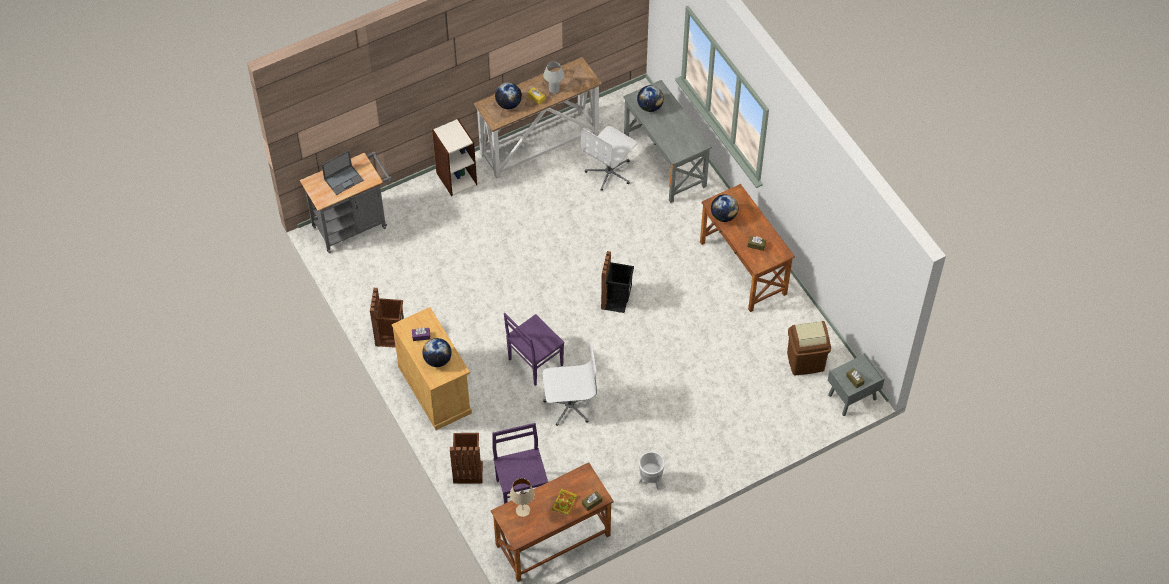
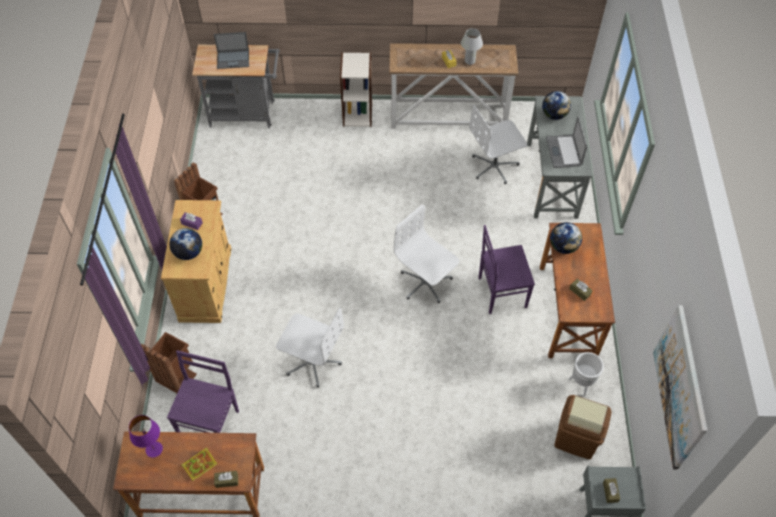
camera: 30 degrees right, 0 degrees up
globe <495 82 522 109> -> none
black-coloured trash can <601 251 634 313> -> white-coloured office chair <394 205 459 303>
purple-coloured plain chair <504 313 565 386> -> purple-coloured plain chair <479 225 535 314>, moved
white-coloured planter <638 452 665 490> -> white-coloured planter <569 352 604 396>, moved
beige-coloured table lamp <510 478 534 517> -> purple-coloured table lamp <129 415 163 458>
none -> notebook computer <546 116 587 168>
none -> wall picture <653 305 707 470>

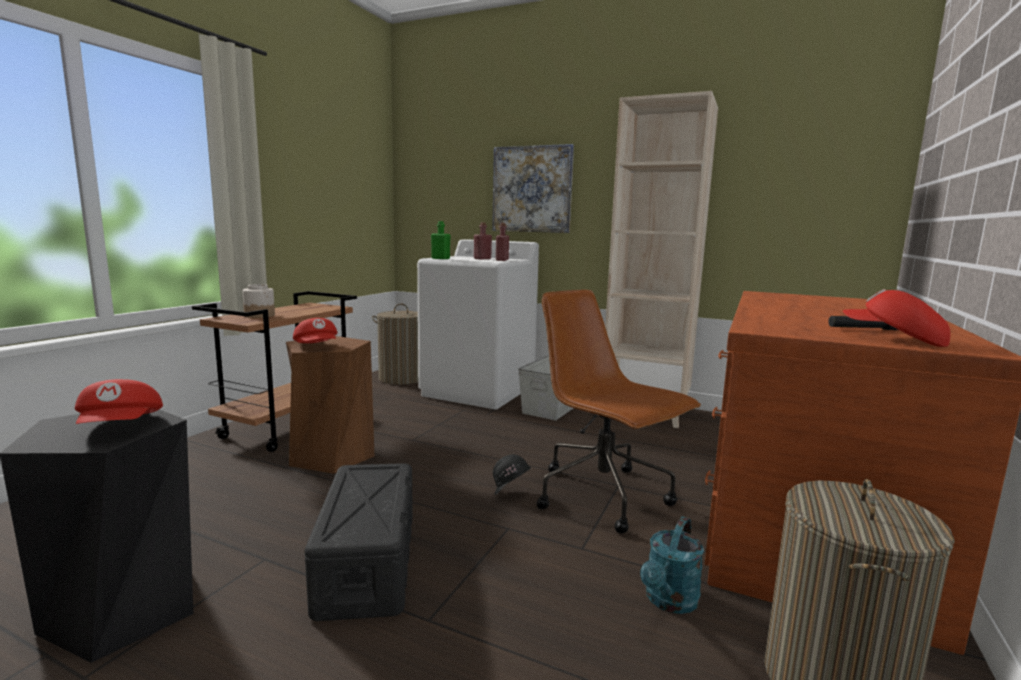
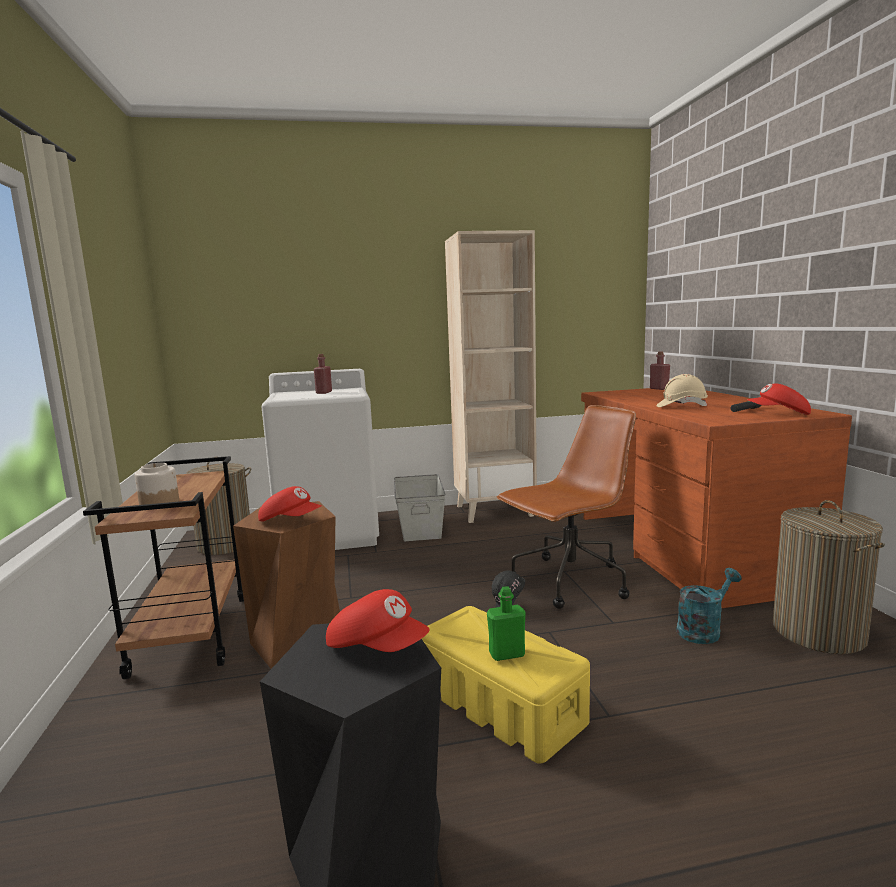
camera: 35 degrees left, 0 degrees up
wall picture <492 144 574 233> -> none
greenish beverage bottle <431 221 451 259> -> greenish beverage bottle <487 586 526 661>, moved
red-coloured beverage bottle <496 223 509 261> -> red-coloured beverage bottle <650 352 670 390>, moved
brown-coloured office chair <537 290 701 533> -> brown-coloured office chair <497 405 636 609>, 135 degrees clockwise
black-coloured storage bin <305 463 413 621> -> yellow storage bin <422 606 590 764>
blue-green watering can <640 516 704 614> -> blue-green watering can <676 568 742 644>, 120 degrees counterclockwise
none -> beige-coloured hard hat <656 374 708 407>

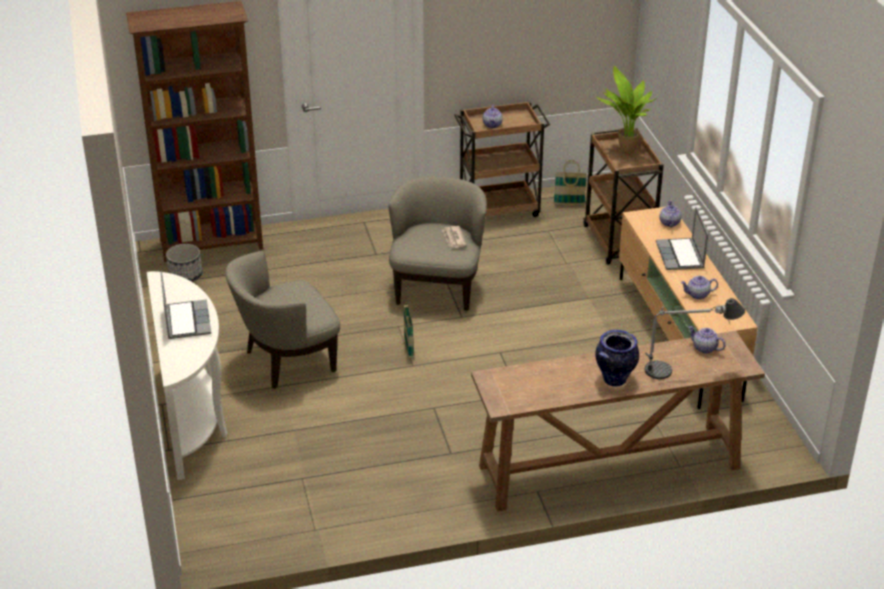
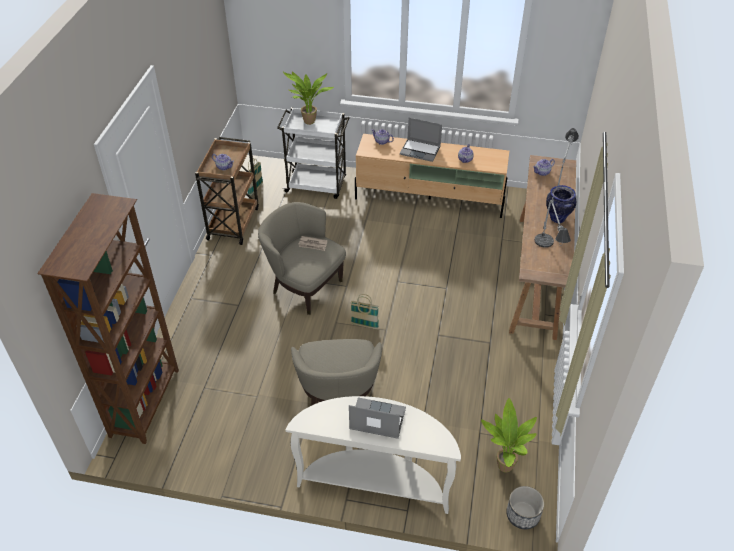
camera: 65 degrees left, 10 degrees up
brown-coloured cart <583 128 664 265> -> white-coloured cart <277 107 349 199>
planter <166 244 202 282> -> planter <506 486 544 529>, moved
none -> table lamp <535 197 571 248>
none -> houseplant <481 398 537 473>

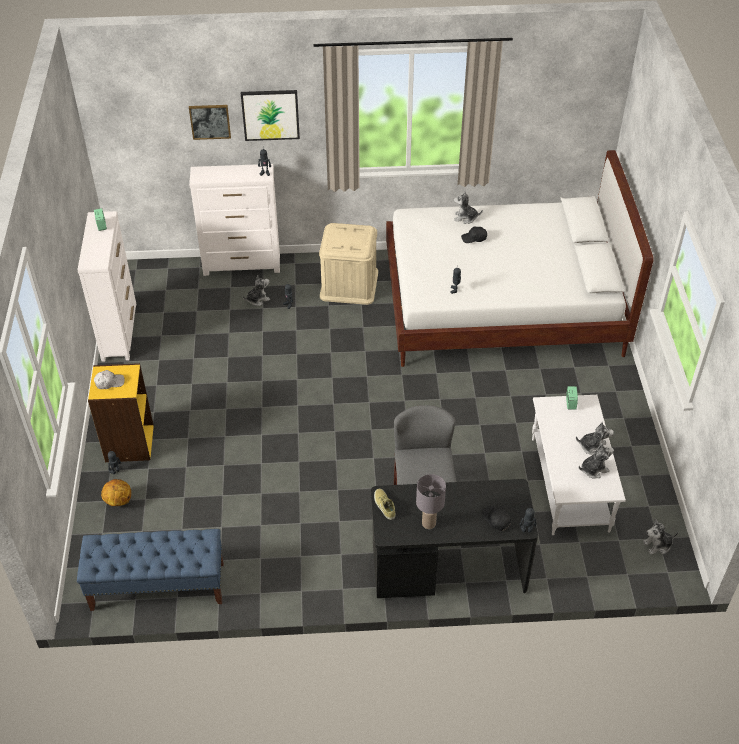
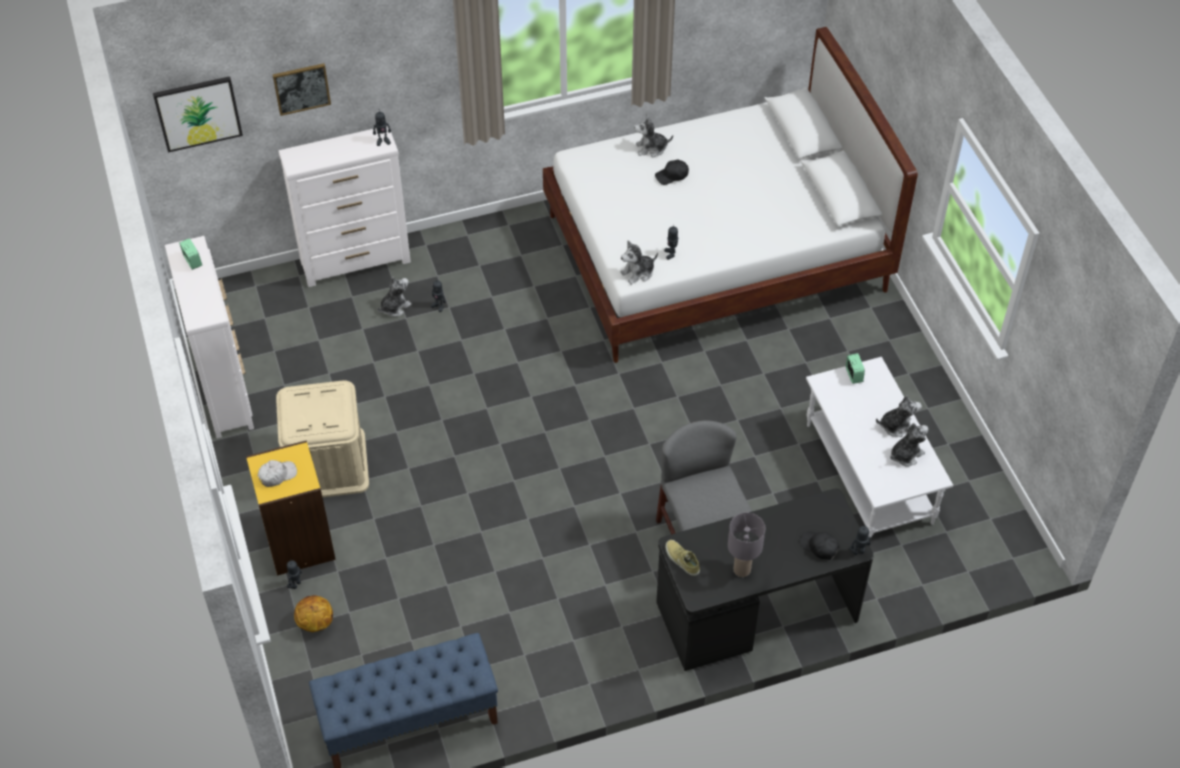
camera: 15 degrees left, 5 degrees up
wall picture <241 90 300 141> -> wall picture <153 76 243 153>, moved
beige-coloured storage bin <319 223 378 305> -> beige-coloured storage bin <276 381 369 497>, moved
plush toy <643 518 678 555> -> plush toy <621 240 658 285>, moved

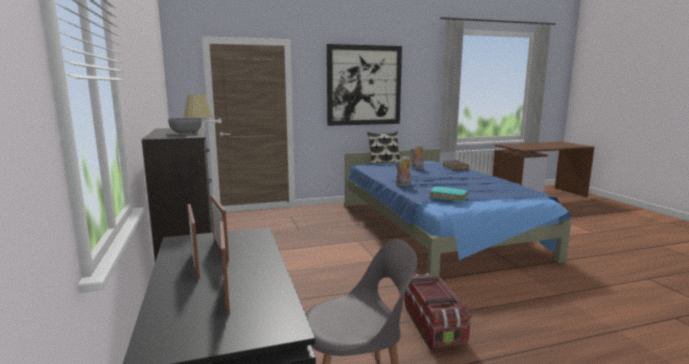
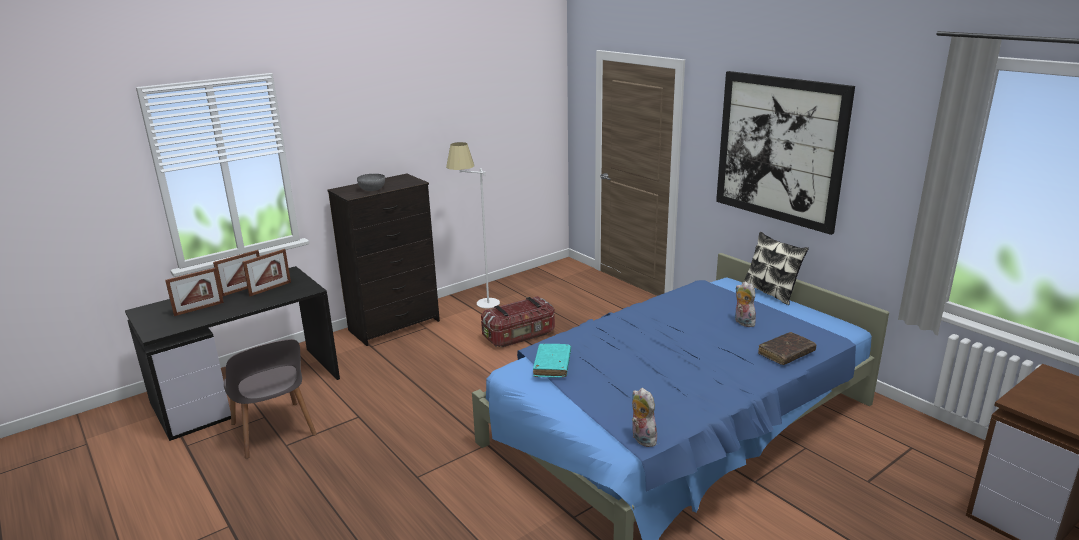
camera: 70 degrees right, 10 degrees up
plush toy <394 156 411 186> -> plush toy <632 388 657 447>, moved
storage bin <404 273 472 351> -> storage bin <481 296 555 347>, moved

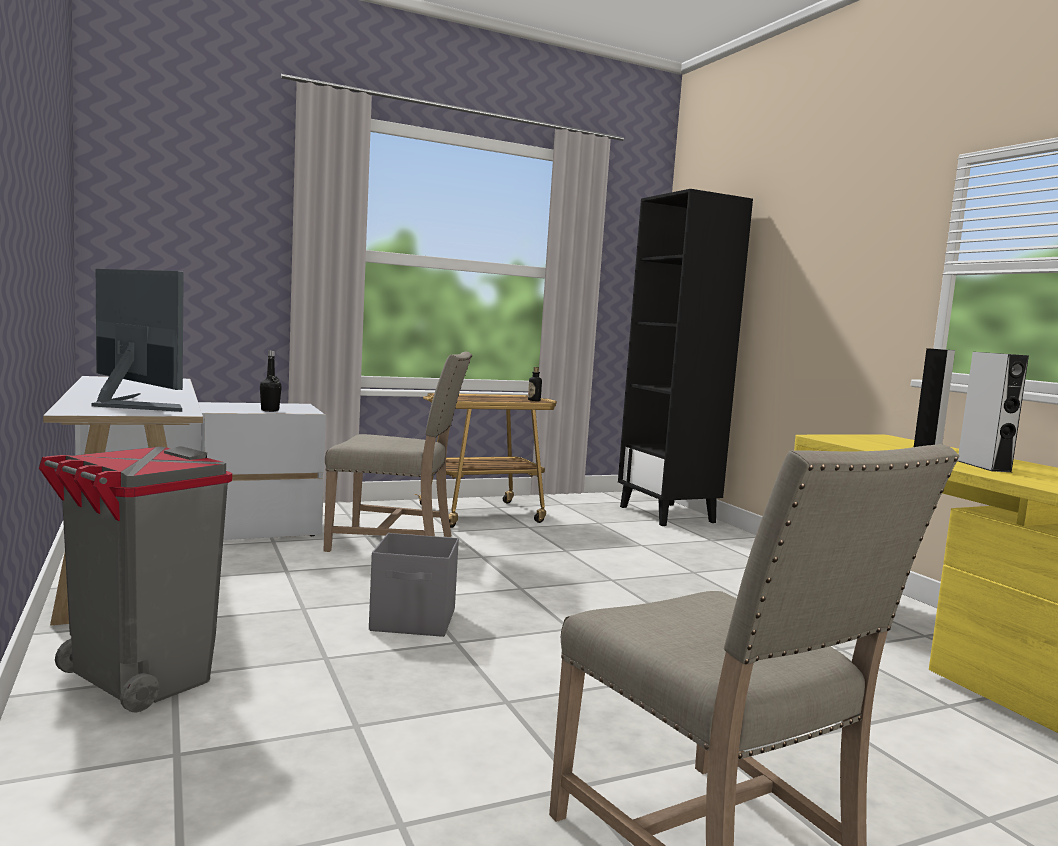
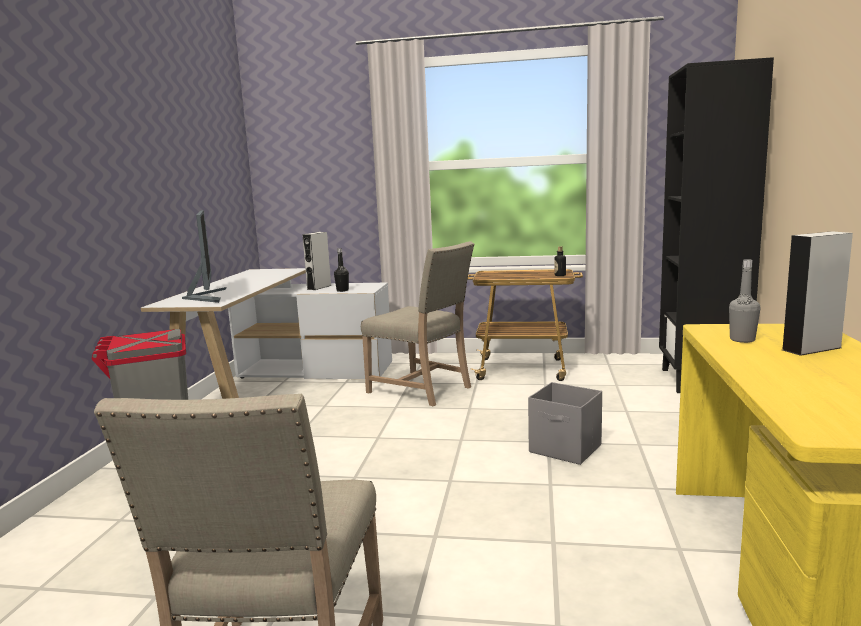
camera: 35 degrees right, 5 degrees up
grey speaker <958 352 1029 472> -> grey speaker <302 232 331 290>, moved
grey storage bin <369 533 459 637> -> grey storage bin <528 382 602 465>, moved
none -> grey beverage bottle <729 259 760 343>

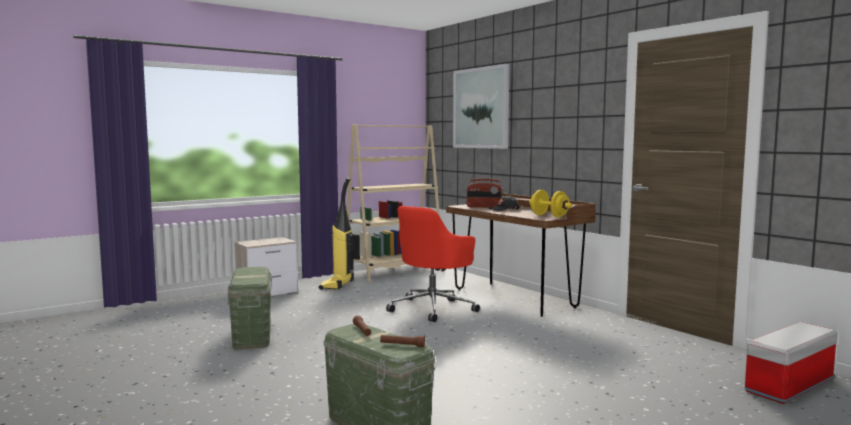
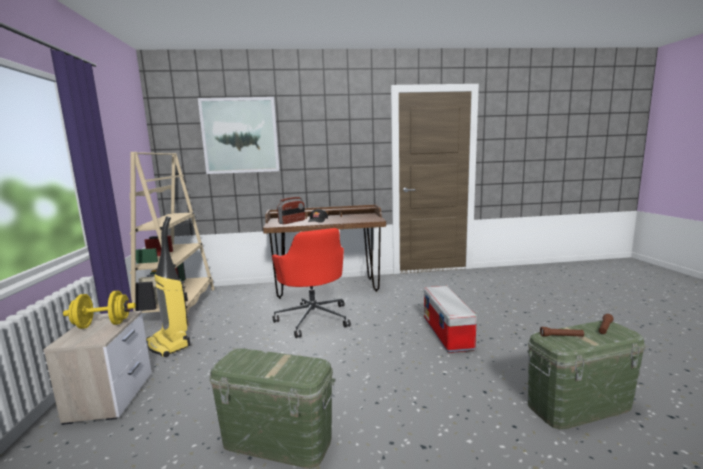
camera: 60 degrees left, 5 degrees up
yellow free weight <529 190 571 217> -> yellow free weight <63 290 136 329>, moved
storage bin <745 322 838 404> -> storage bin <424 286 477 353>, moved

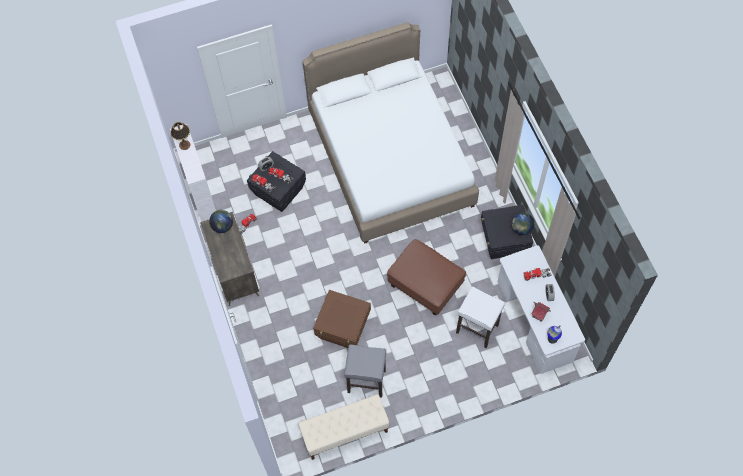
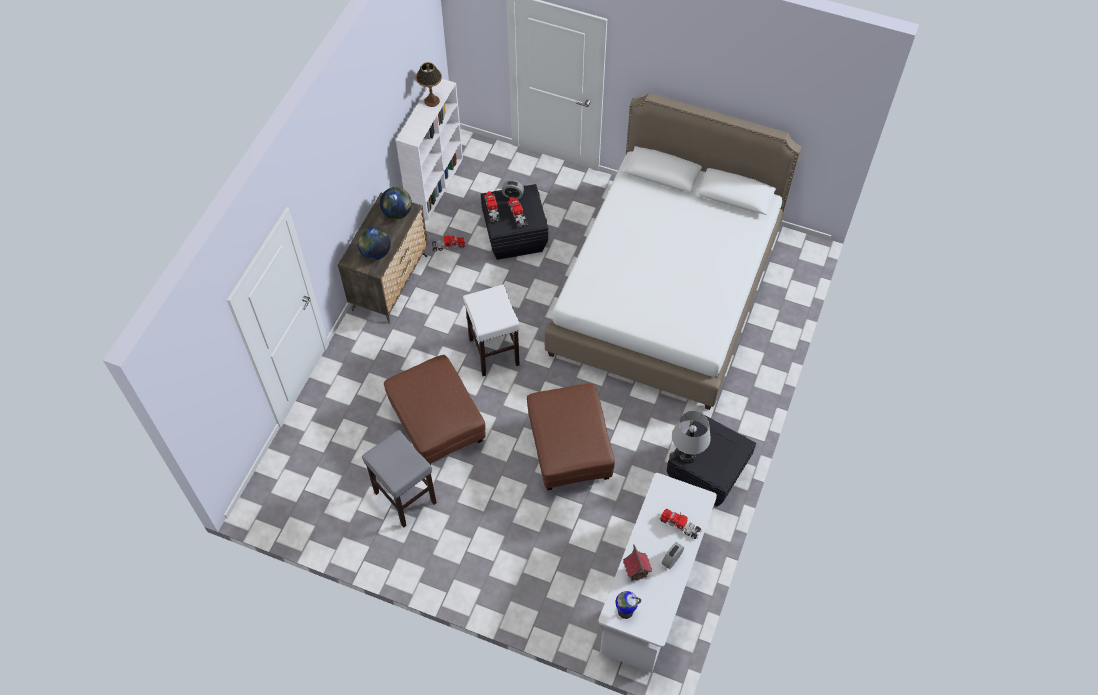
camera: 40 degrees right, 5 degrees down
globe <511 212 534 235> -> globe <358 227 391 260>, moved
white-coloured sitting stool <456 287 505 348> -> white-coloured sitting stool <463 285 520 376>, moved
brown-coloured storage bin <313 290 371 348> -> brown-coloured pouffe <384 355 486 465>
beige-coloured long seat <299 394 389 460> -> none
none -> grey table lamp <672 411 711 464>

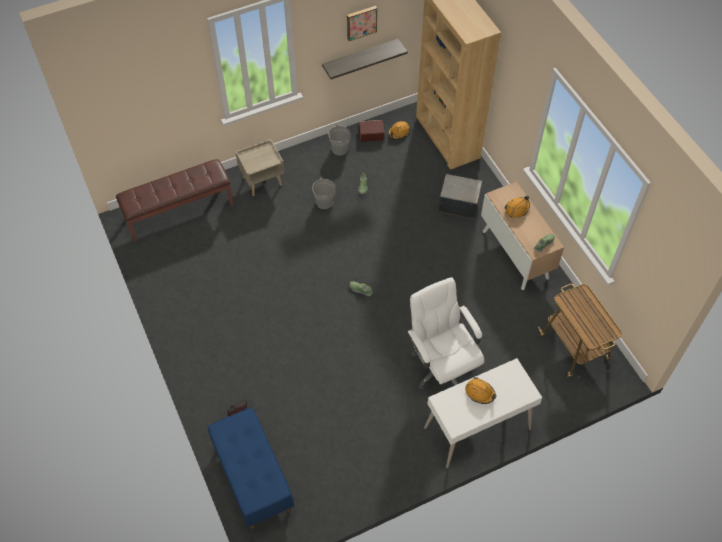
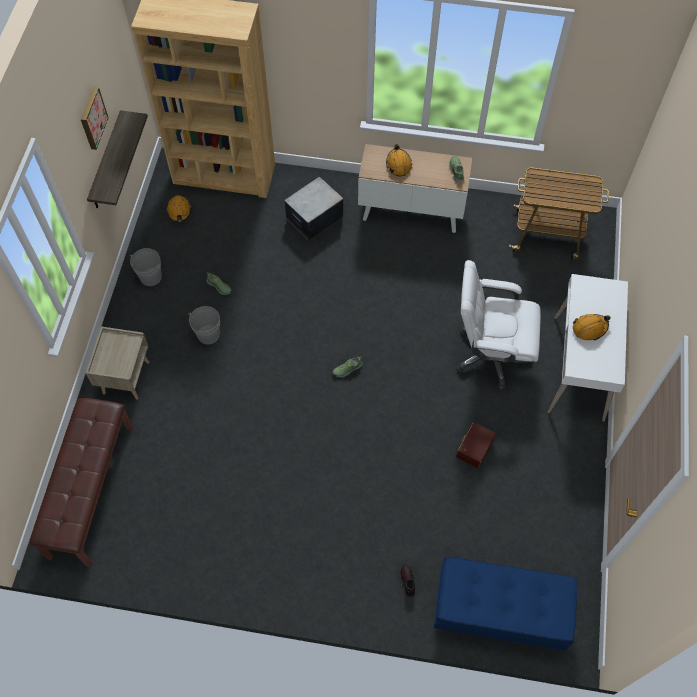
camera: 55 degrees left, 5 degrees up
brown-coloured storage bin <359 120 384 142> -> brown-coloured storage bin <456 422 496 469>, moved

